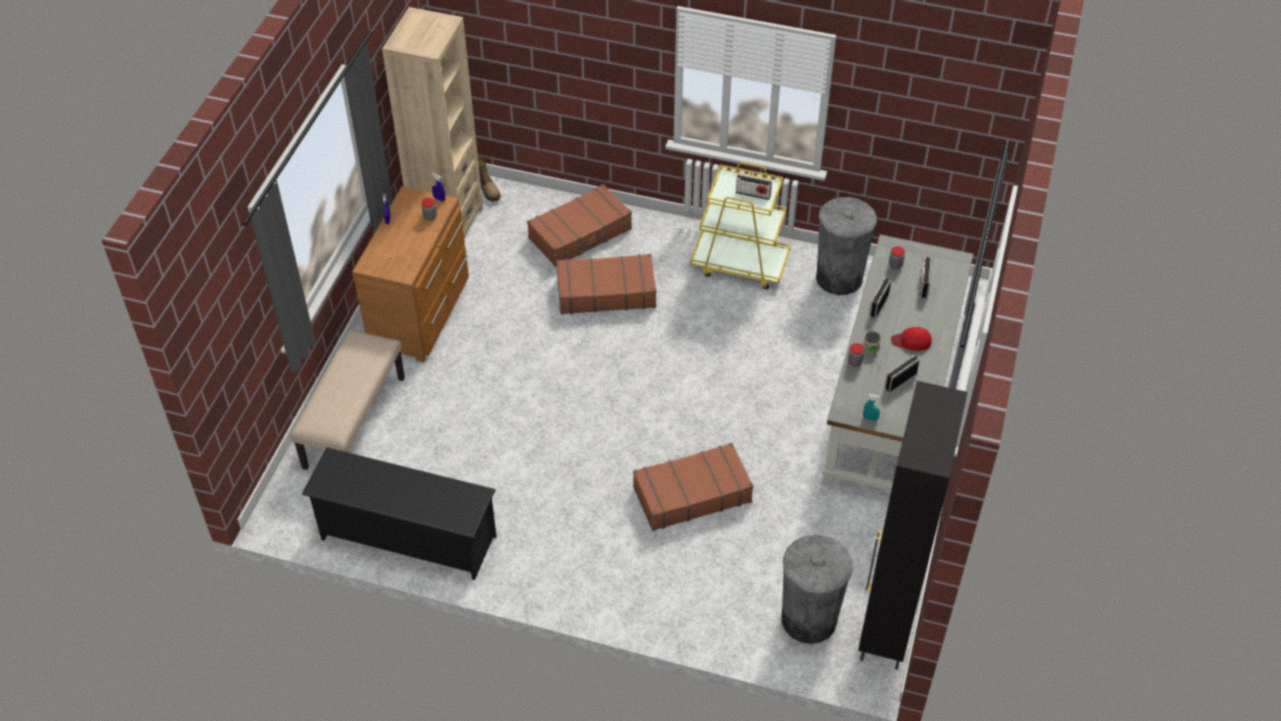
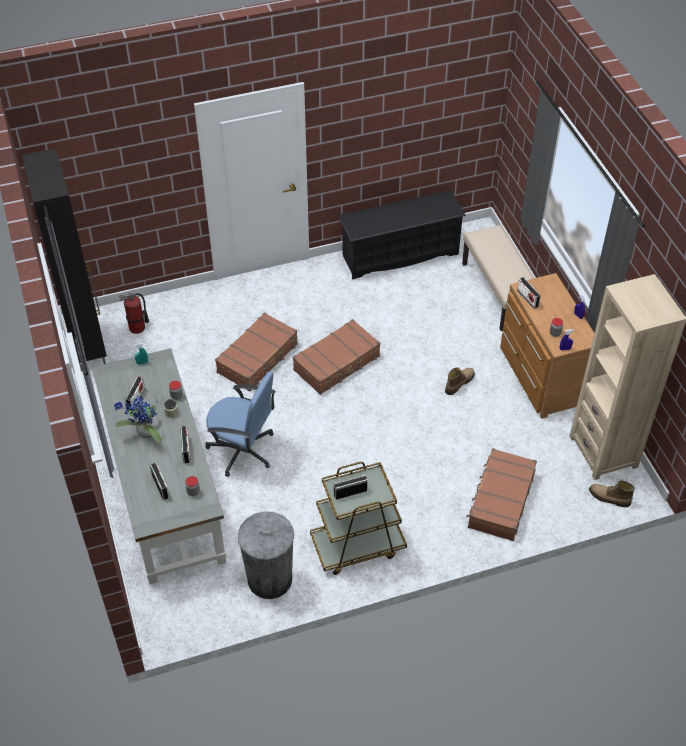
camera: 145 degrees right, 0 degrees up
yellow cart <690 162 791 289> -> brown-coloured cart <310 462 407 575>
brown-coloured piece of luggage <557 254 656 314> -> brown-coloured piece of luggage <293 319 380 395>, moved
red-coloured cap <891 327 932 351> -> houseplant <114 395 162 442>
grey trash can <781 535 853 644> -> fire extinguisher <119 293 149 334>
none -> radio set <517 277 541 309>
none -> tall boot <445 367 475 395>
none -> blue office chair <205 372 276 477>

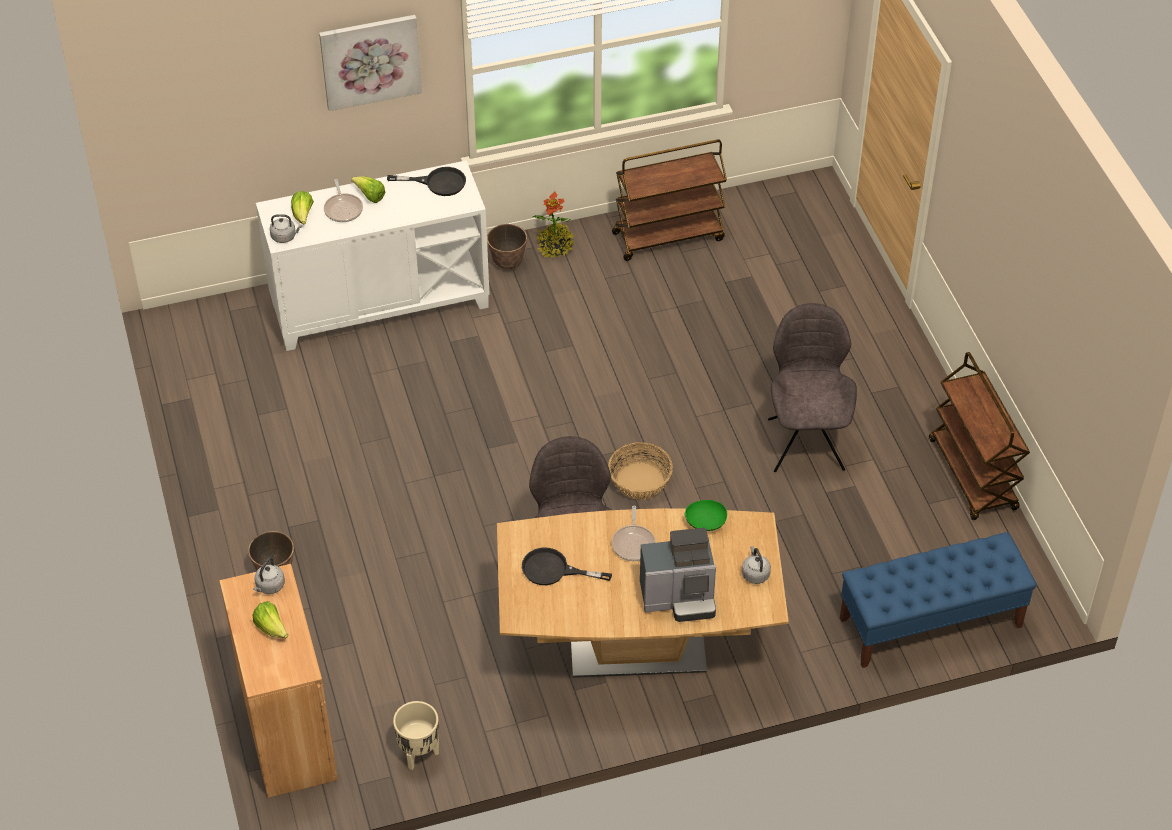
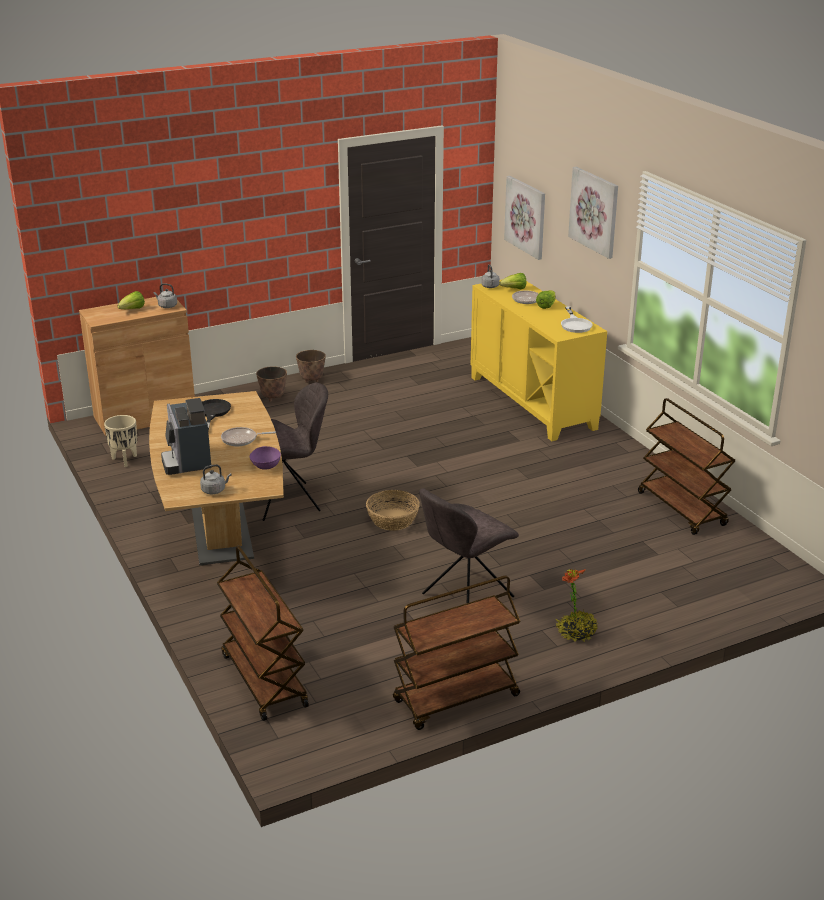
camera: 80 degrees right, 20 degrees down
white-coloured cabinet <256 160 490 351> -> yellow cabinet <471 279 607 441>
black-coloured pan <387 167 466 196> -> white-coloured pan <561 306 593 333>
houseplant <533 191 574 258> -> houseplant <556 569 598 642>, moved
planter <487 224 527 270> -> planter <296 350 326 383>, moved
grey plain chair <768 303 857 472> -> grey plain chair <419 488 519 603>, 150 degrees clockwise
greenish bowl <684 500 727 531> -> purple-coloured bowl <249 446 281 470>
blue long seat <840 532 1037 668> -> brown-coloured cart <217 545 309 721>
none -> wall picture <504 176 545 260>

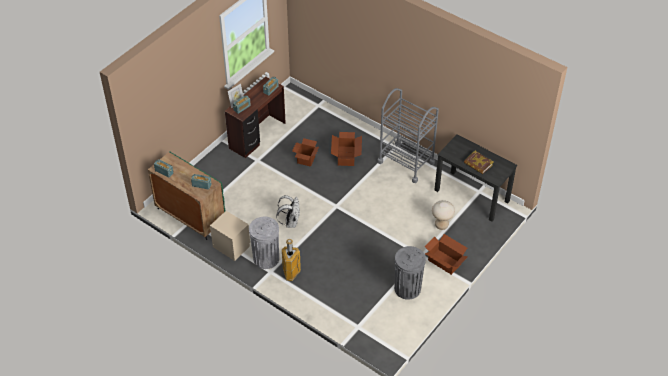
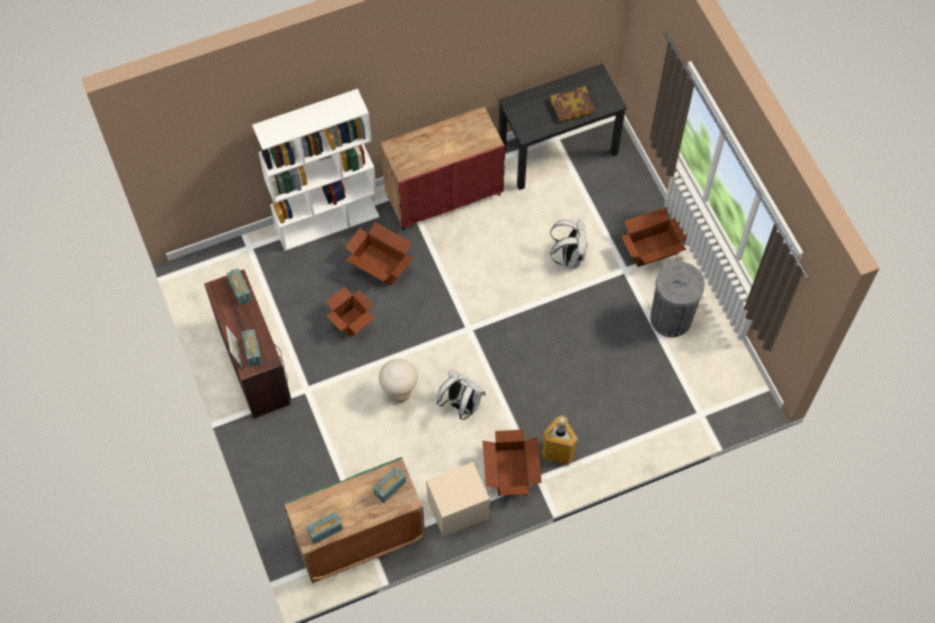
camera: 60 degrees left, 15 degrees up
grey cart <377 88 439 183> -> red-coloured cabinet <381 106 505 231>
beige-coloured sitting stool <432 200 455 230> -> beige-coloured sitting stool <379 359 418 403>, moved
grey trash can <249 217 279 269> -> packing box <483 429 542 496>
none -> white-coloured shelving unit <252 89 379 251>
none -> white-coloured backpack <550 219 587 268>

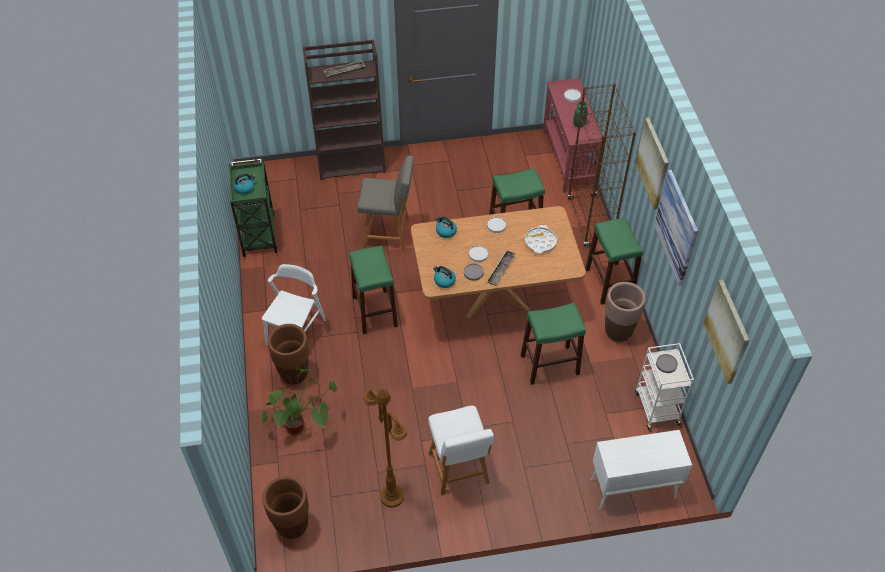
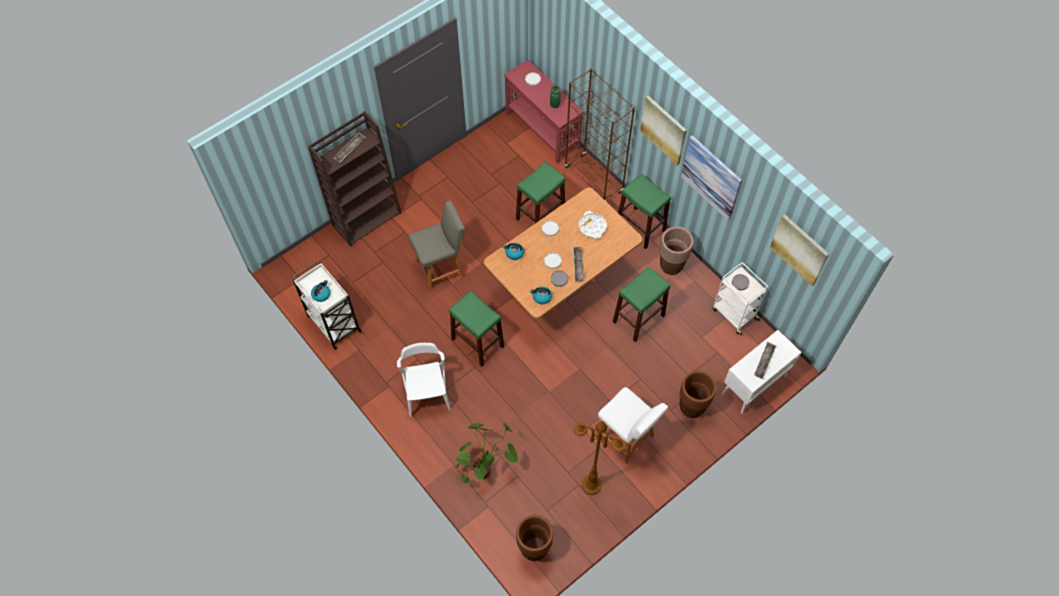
camera: 30 degrees left, 10 degrees up
greenish cart <229 159 277 257> -> white-coloured cart <292 261 362 350>
brown-coloured planter <268 324 309 385> -> brown-coloured planter <680 370 717 418>, moved
none -> carrying tray <754 342 777 379>

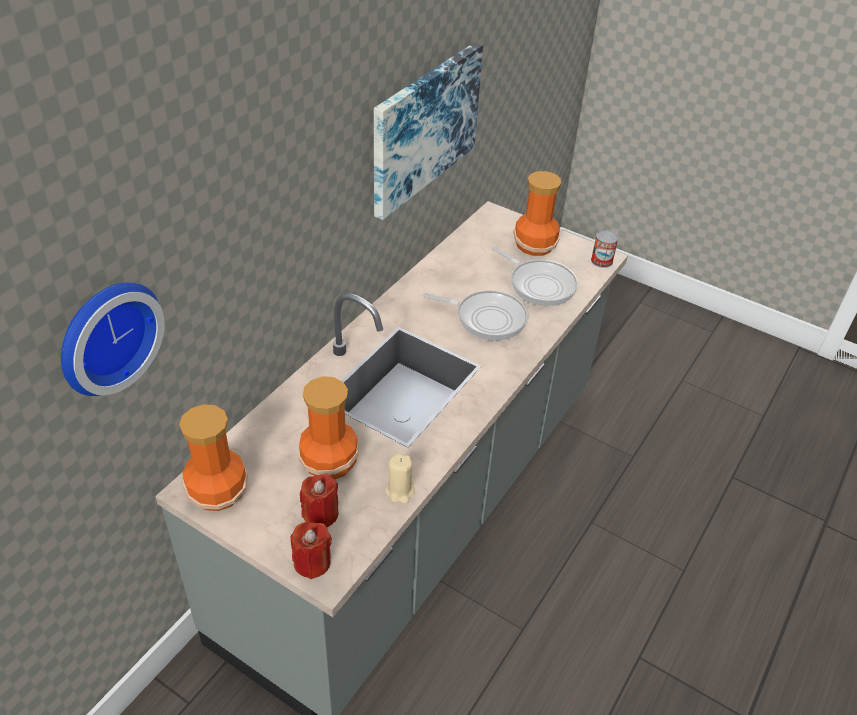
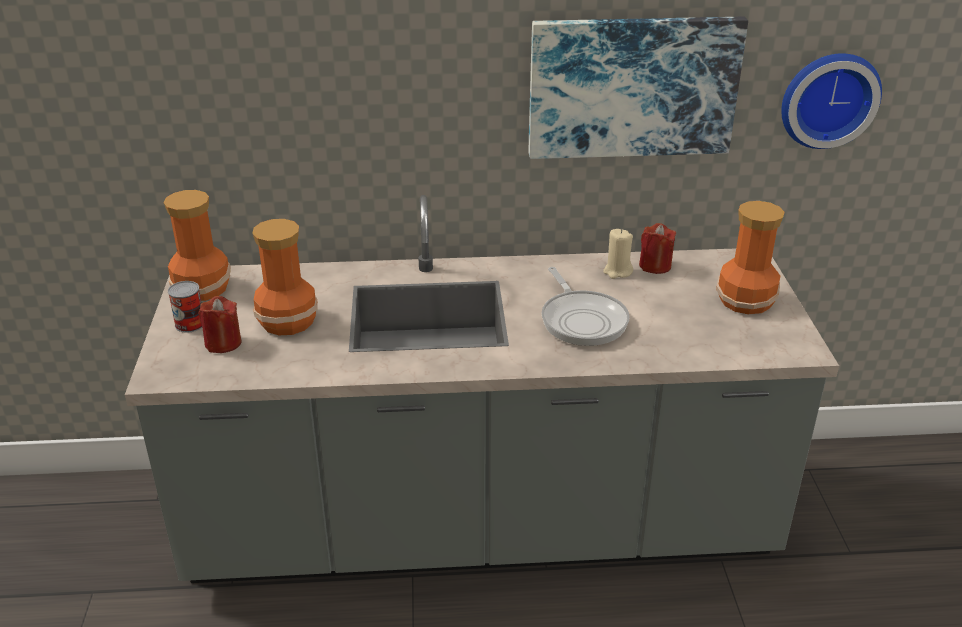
camera: 55 degrees right, 10 degrees down
can <591 230 619 268> -> can <168 281 202 333>, moved
pan <492 247 578 306> -> none
clock on the wall <61 283 165 396> -> clock on the wall <782 53 882 149>, moved
beige-coloured wax candle <385 454 415 504> -> beige-coloured wax candle <603 229 633 279>, moved
red-coloured wax candle <290 522 332 579> -> red-coloured wax candle <639 223 676 274>, moved

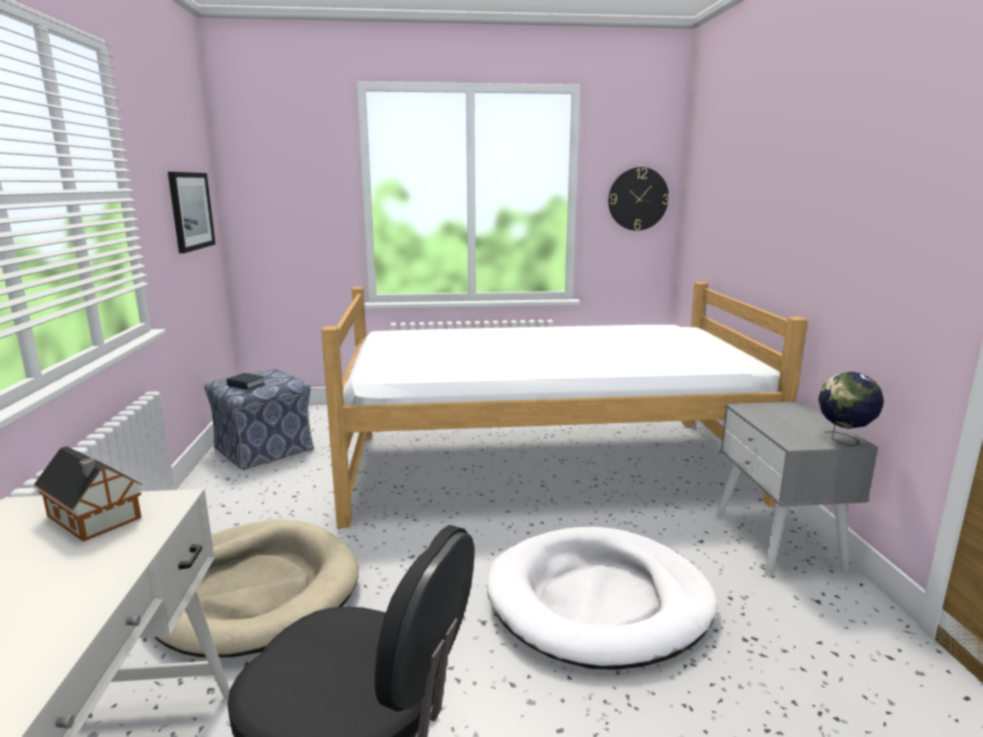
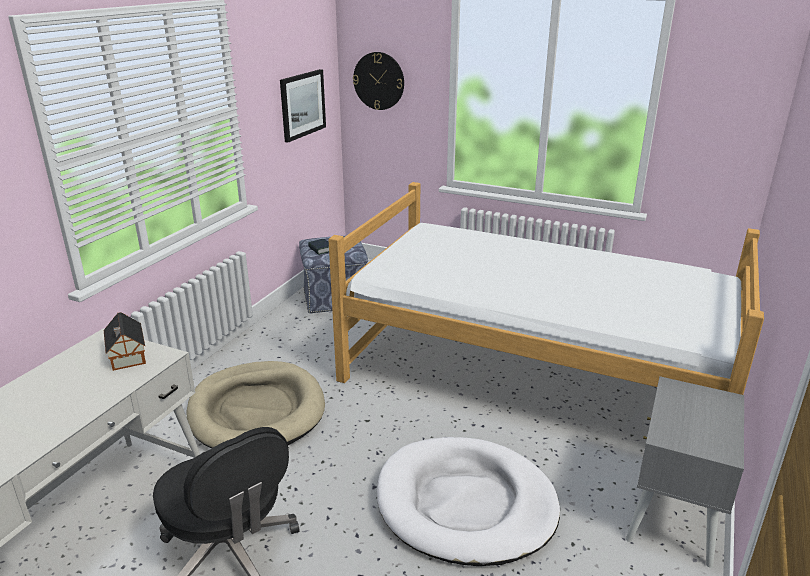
camera: 30 degrees right, 10 degrees up
clock on the wall <608 167 669 231> -> clock on the wall <353 52 404 110>, moved
globe <818 372 884 446> -> none

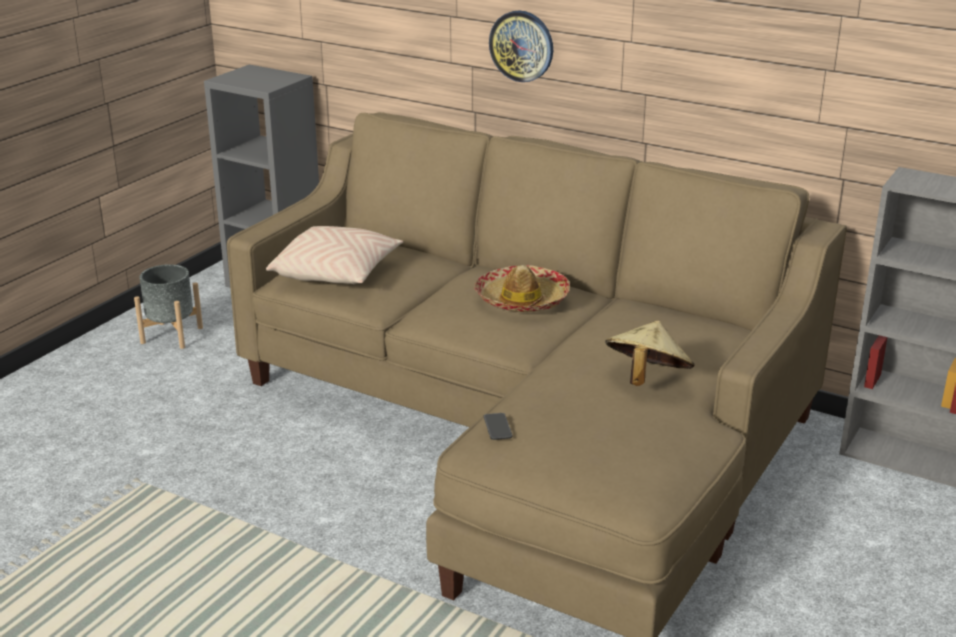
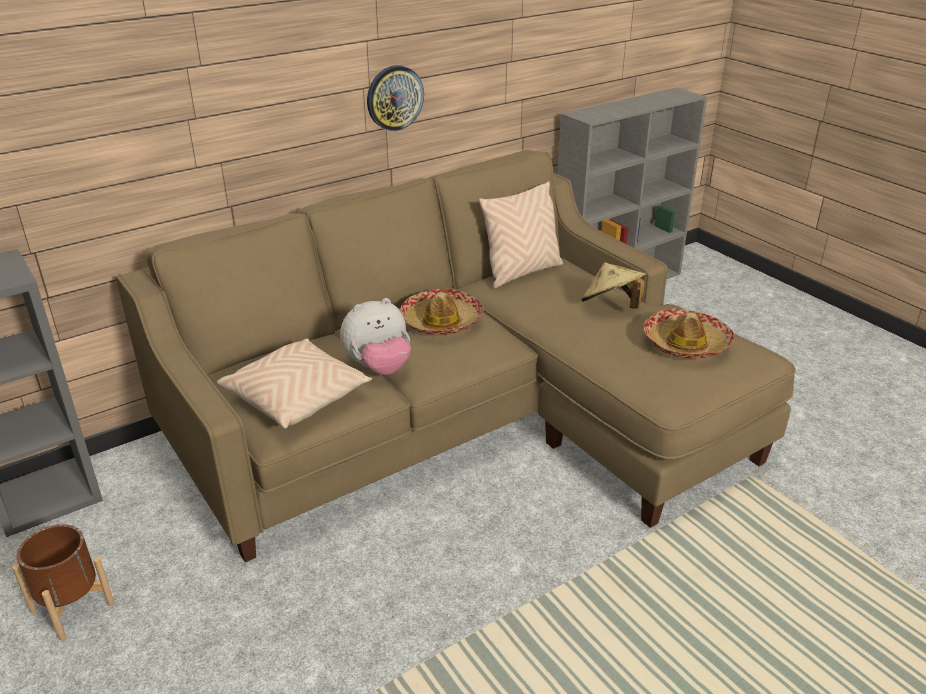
camera: 65 degrees left, 5 degrees up
clock on the wall <489 10 553 82> -> clock on the wall <367 65 424 131>, moved
grey planter <134 264 203 349> -> brown-coloured planter <12 524 115 640>
telephone <484 413 513 440> -> none
none -> beige-coloured pillow <479 181 563 288>
none -> plush toy <340 298 411 375>
none -> hat <644 308 734 359>

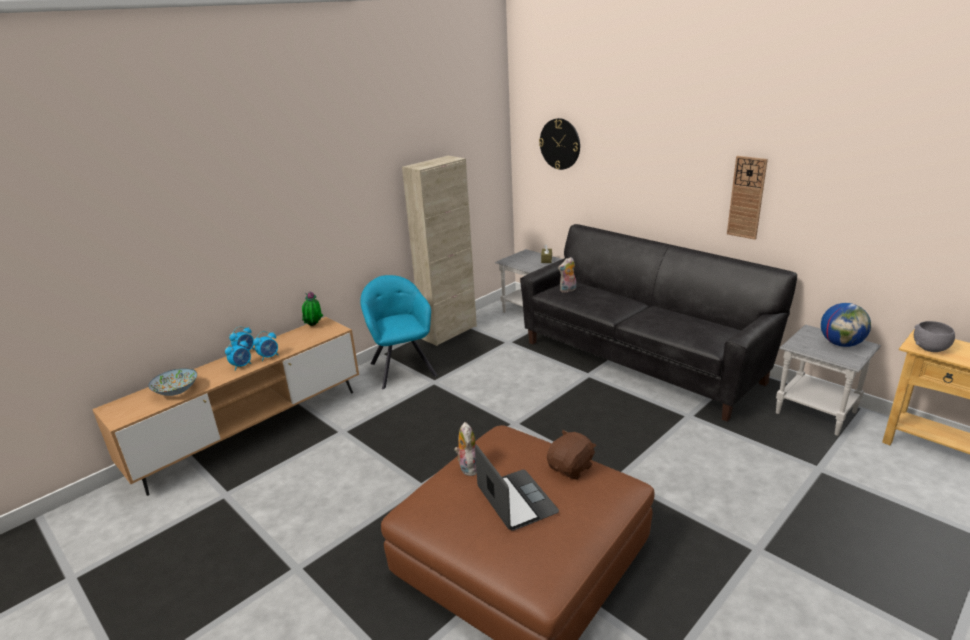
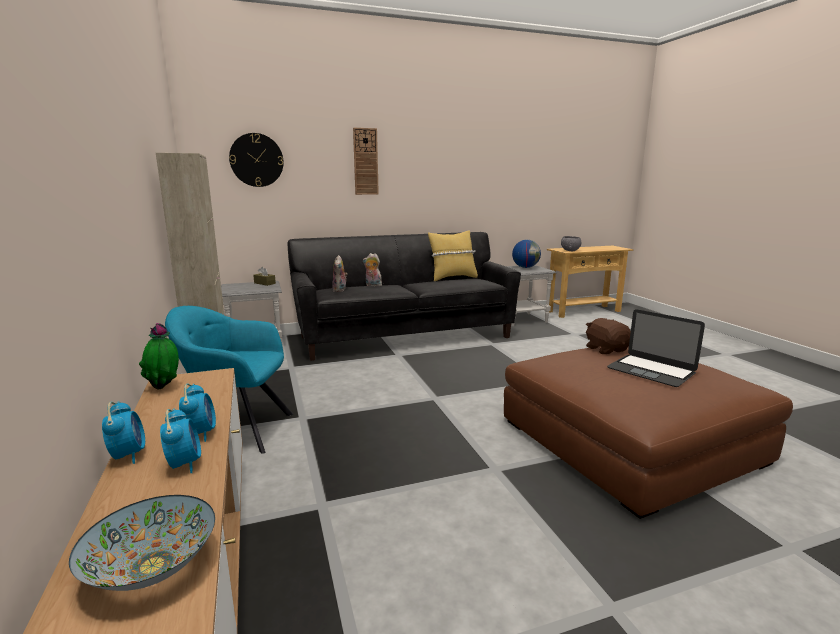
camera: 65 degrees left, 10 degrees down
clock on the wall <727 156 768 240> -> clock on the wall <353 128 379 195>, moved
plush toy <454 422 477 476> -> plush toy <363 253 382 286>, moved
notebook computer <475 444 559 531> -> notebook computer <607 309 705 387>, 135 degrees counterclockwise
none -> yellow pillow <428 231 478 281>

